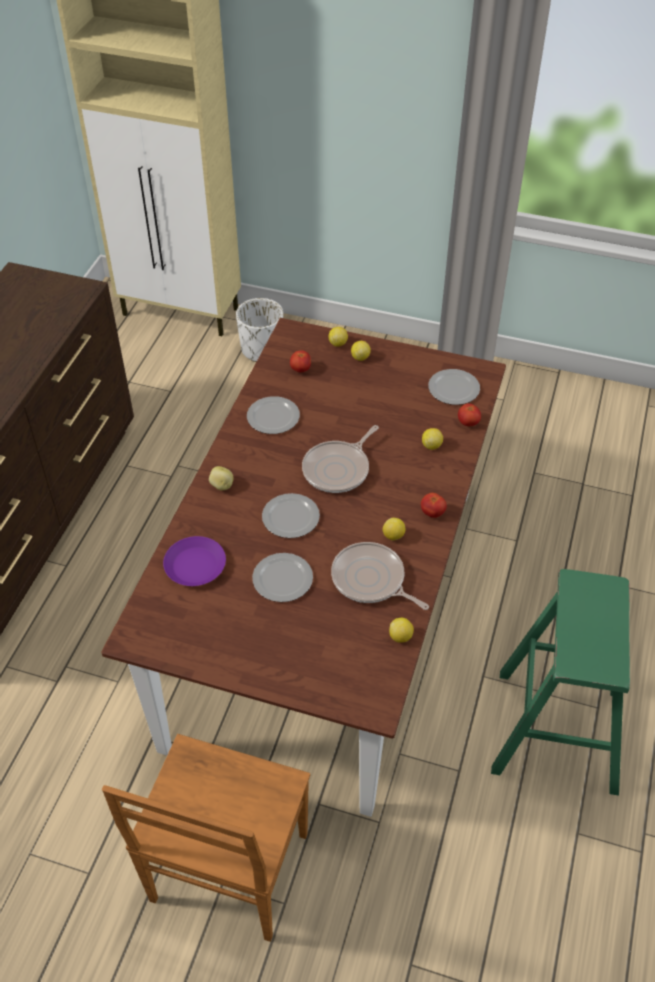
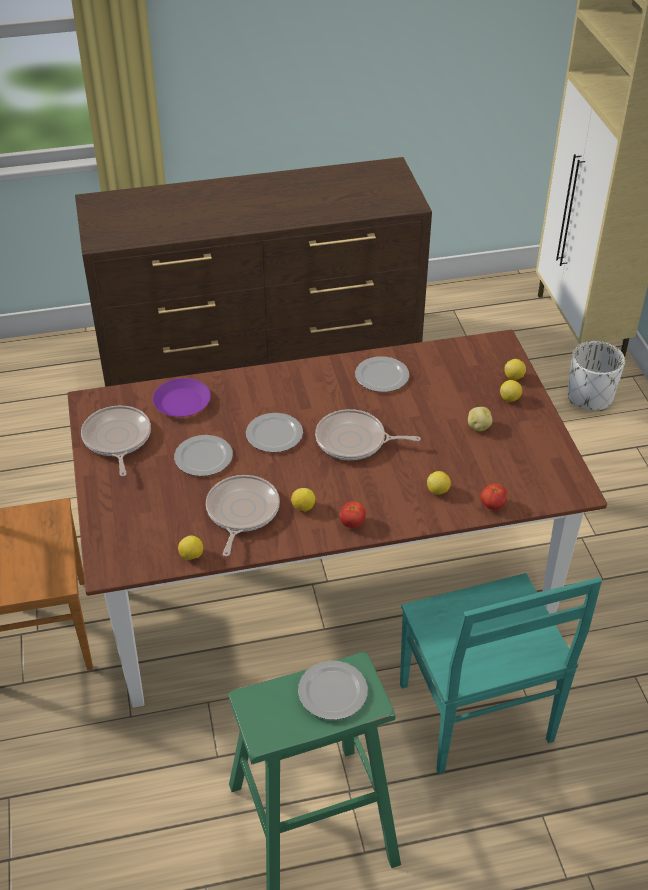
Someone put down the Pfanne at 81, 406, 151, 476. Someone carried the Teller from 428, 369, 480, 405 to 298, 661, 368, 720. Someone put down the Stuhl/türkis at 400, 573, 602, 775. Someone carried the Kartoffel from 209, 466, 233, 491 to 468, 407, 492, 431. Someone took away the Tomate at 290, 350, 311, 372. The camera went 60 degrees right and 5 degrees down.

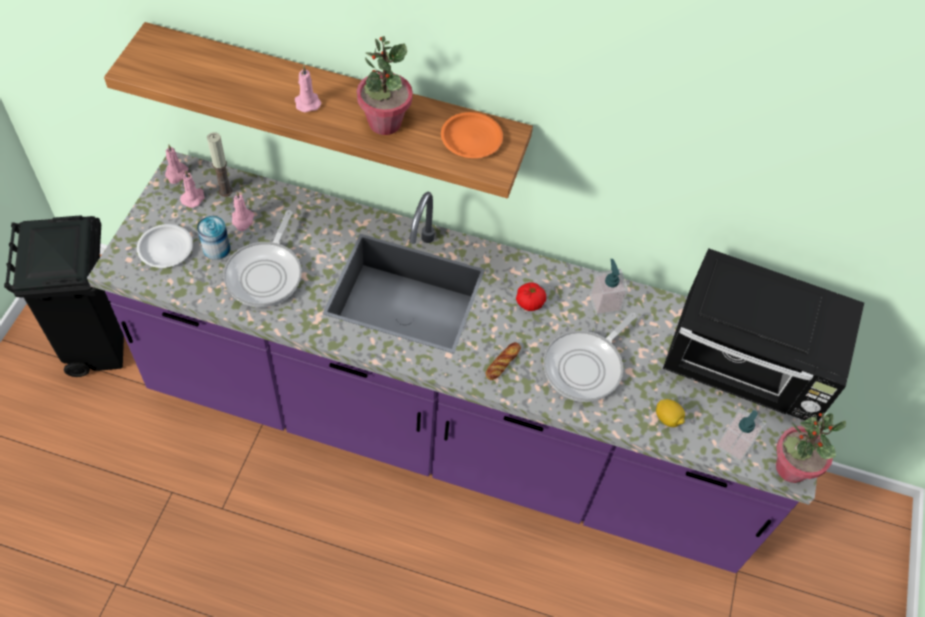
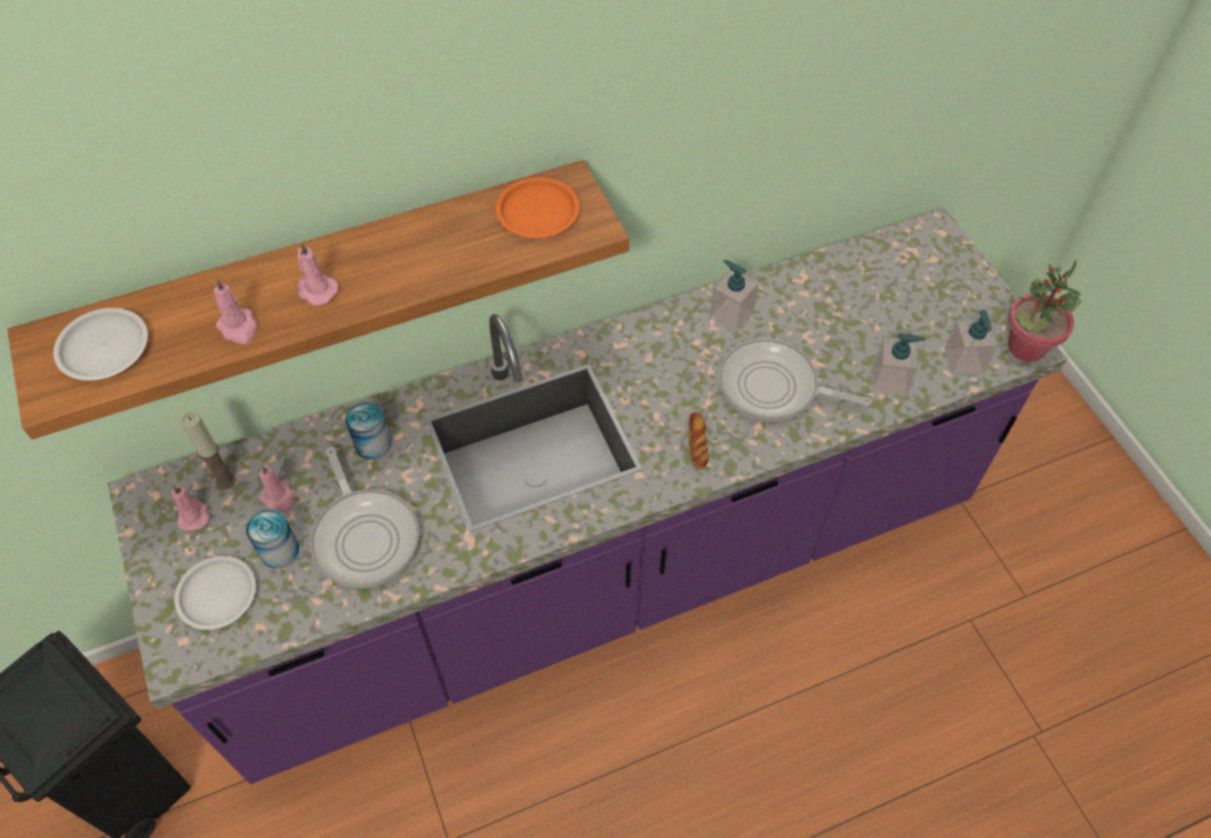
Someone put down the Teller/weiß at 53, 308, 148, 381. Someone carried the Kerze/rosa from 165, 144, 188, 184 to 214, 278, 257, 344. Someone put down the Dose at 345, 402, 391, 460. Someone rotated the Pfanne at 543, 313, 637, 402 by 105 degrees clockwise. Someone swapped the Zitrone at 656, 399, 685, 427 for the Seifenspender at 872, 333, 925, 397. Someone took away the Topfpflanze at 357, 36, 413, 135. Someone took away the Tomate at 516, 282, 546, 311. Someone took away the Mikrowelle/schwarz at 663, 248, 864, 421. The camera went 35 degrees left and 0 degrees up.

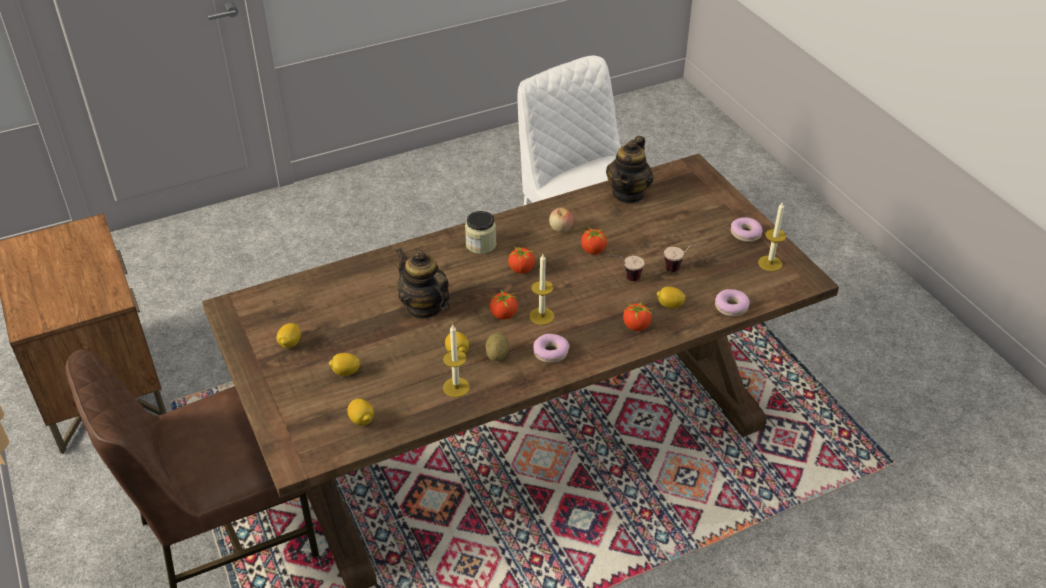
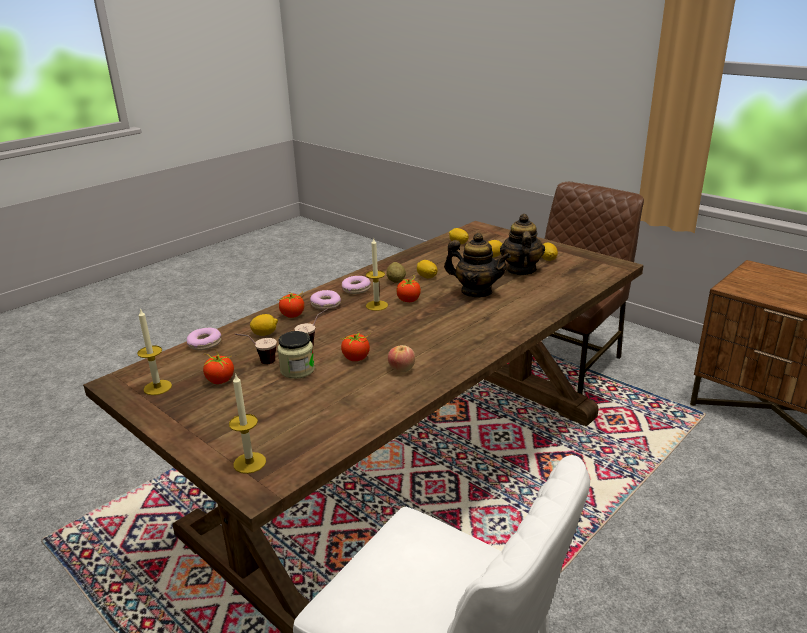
Someone carried the Tomate from 508, 245, 535, 274 to 203, 350, 234, 384. Someone carried the Kerze from 443, 325, 470, 397 to 229, 373, 266, 474. Someone carried the Vorratsglas from 465, 211, 496, 254 to 277, 331, 315, 379. Someone carried the Donut from 731, 217, 763, 242 to 310, 290, 341, 310. Someone carried the Teekanne from 606, 136, 653, 204 to 500, 214, 545, 275. The camera went 160 degrees right and 15 degrees down.

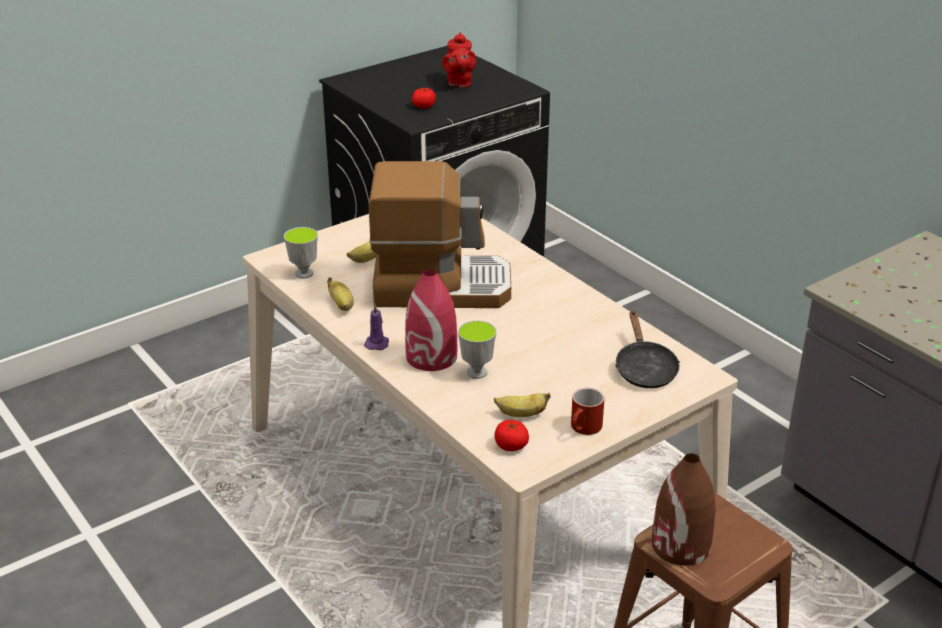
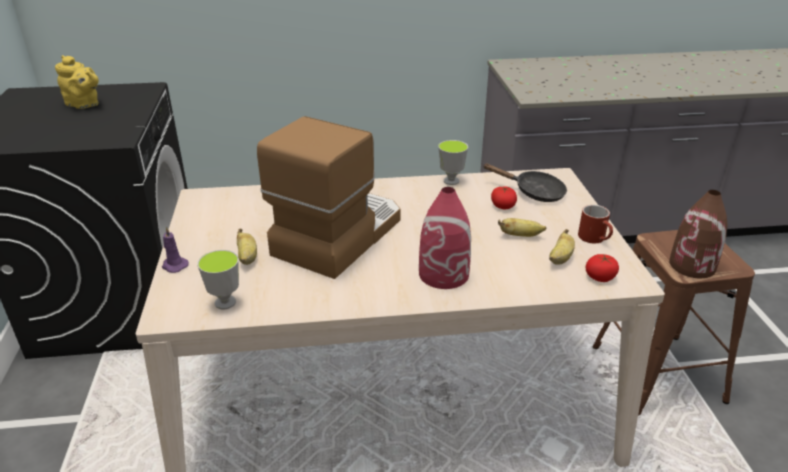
Someone repainted the Teekanne/rot at 442, 32, 477, 88, which became the Teekanne/gelb at 55, 55, 99, 109. Someone carried the Kerze/lila from 364, 304, 389, 350 to 162, 226, 189, 273. Someone carried the Tasse from 458, 321, 497, 379 to 438, 140, 468, 185. Someone carried the Tomate from 412, 88, 436, 109 to 491, 186, 517, 209. Someone carried the Banane from 327, 277, 354, 311 to 498, 218, 546, 237. The camera went 60 degrees left and 0 degrees up.

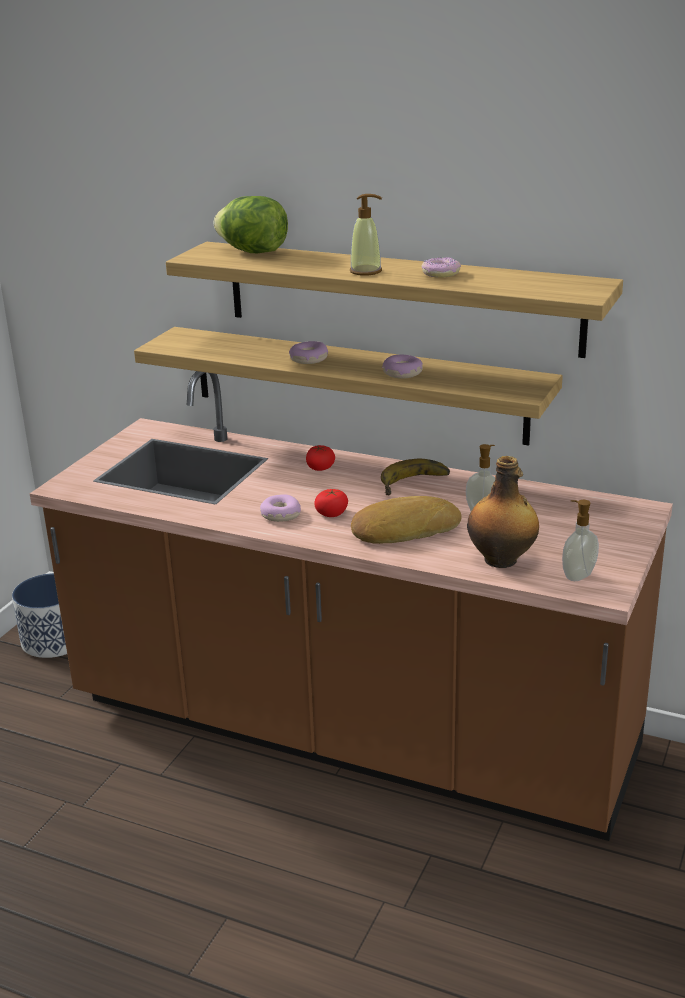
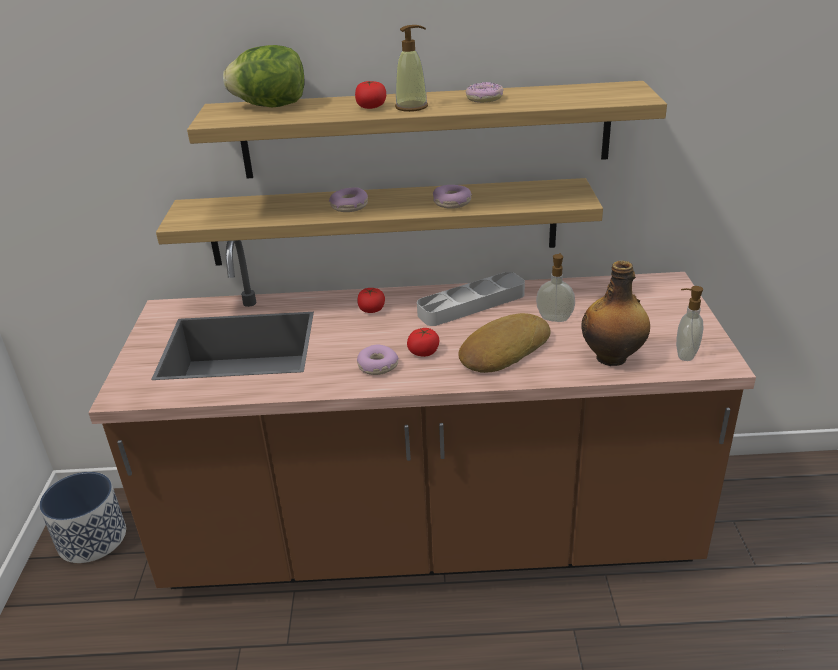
Someone put down the Tomate at 355, 81, 386, 109. Someone swapped the Banane at 381, 459, 450, 495 for the Tablett/grau at 417, 272, 525, 326. The camera went 25 degrees left and 5 degrees up.

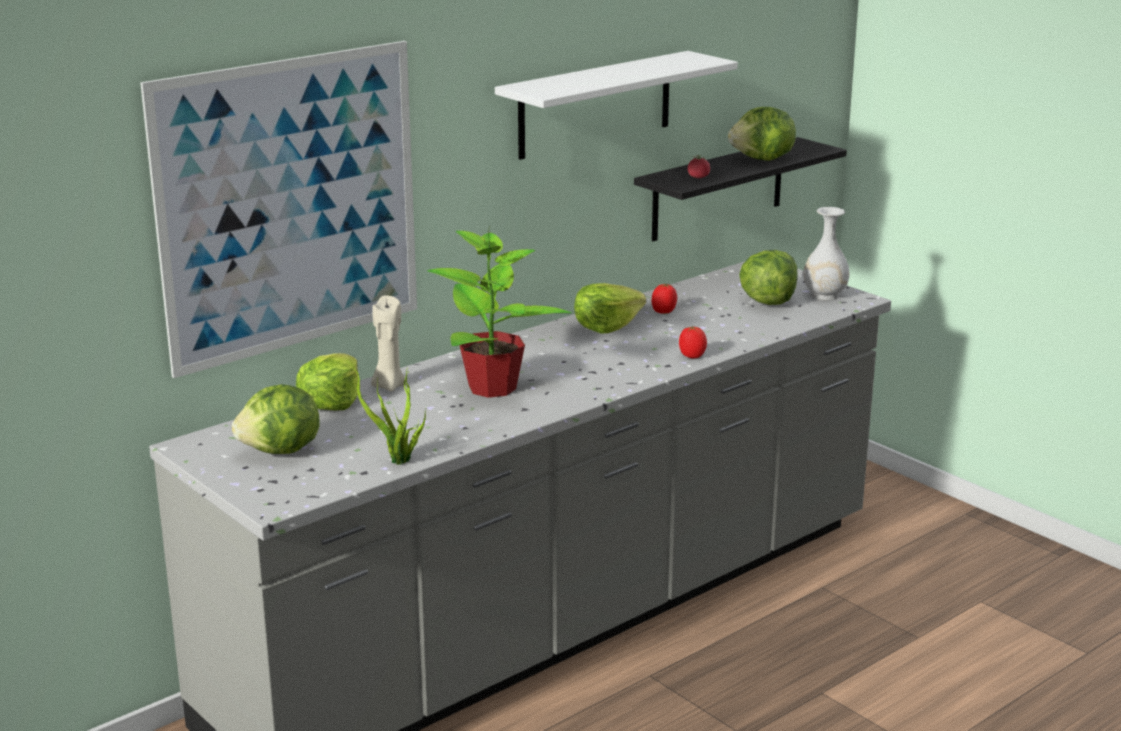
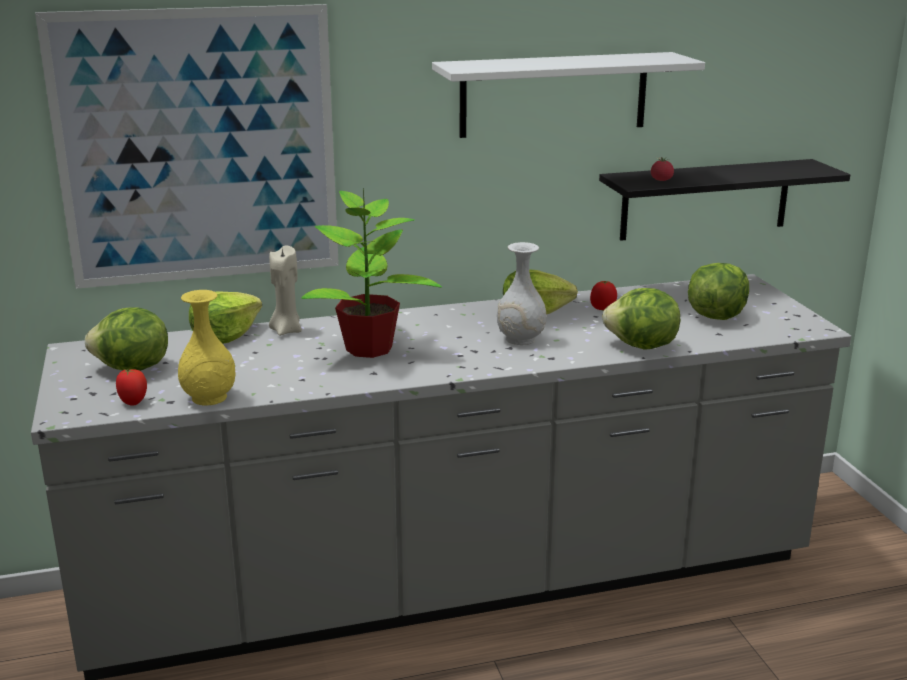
Someone carried the Tomate from 679, 326, 707, 358 to 116, 369, 147, 405. Someone swapped the Topfpflanze at 346, 360, 427, 465 for the Vase/gelb at 178, 290, 235, 405. Someone carried the Vase/weiß from 803, 207, 849, 300 to 497, 242, 546, 345. Someone carried the Salatkopf from 728, 107, 796, 161 to 602, 288, 680, 350. The camera went 25 degrees right and 0 degrees up.

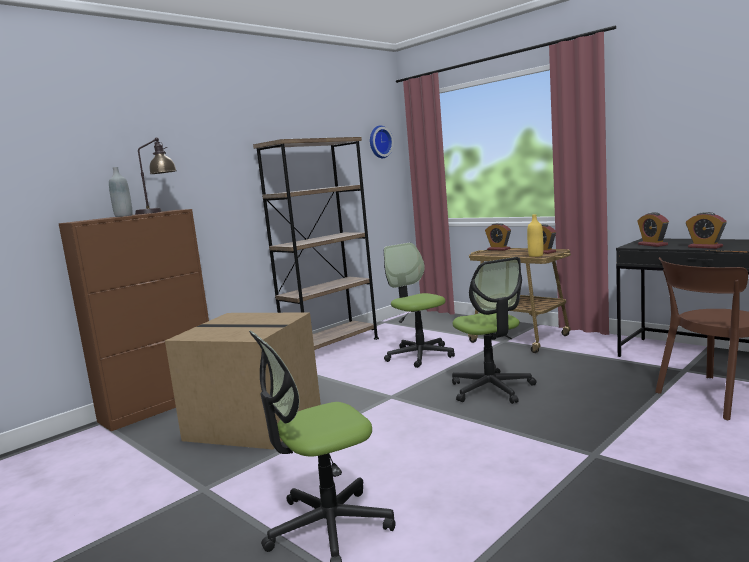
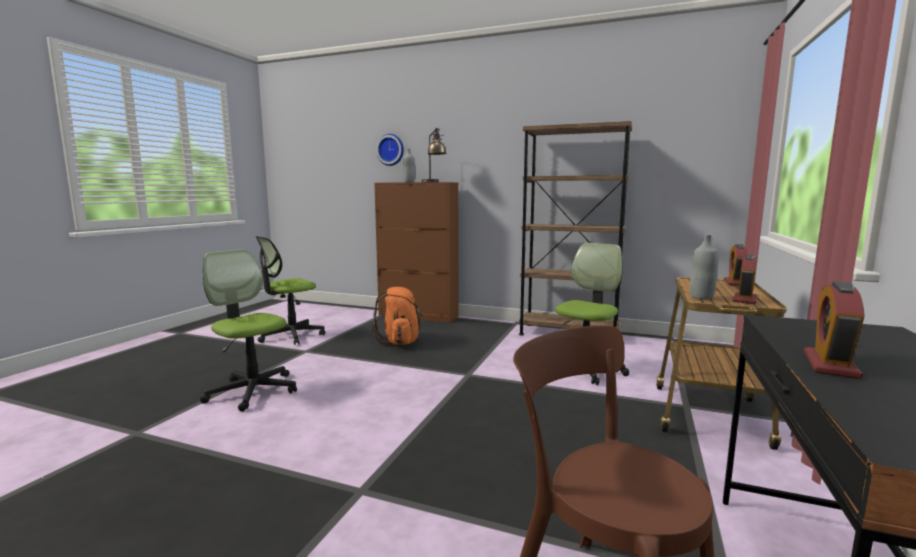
Someone carried the Bürostuhl from 452, 257, 537, 404 to 256, 236, 325, 345. Someone swapped the Karton at 165, 312, 321, 449 for the Rucksack/orange at 372, 287, 424, 345. Someone carried the Wanduhr from 370, 125, 394, 158 to 376, 134, 404, 166. Someone repainted the Flasche/gelb at 527, 214, 543, 257, which became the Flasche/grau at 690, 234, 719, 299. Someone took away the Wecker at 637, 212, 669, 247. The camera went 65 degrees right and 0 degrees up.

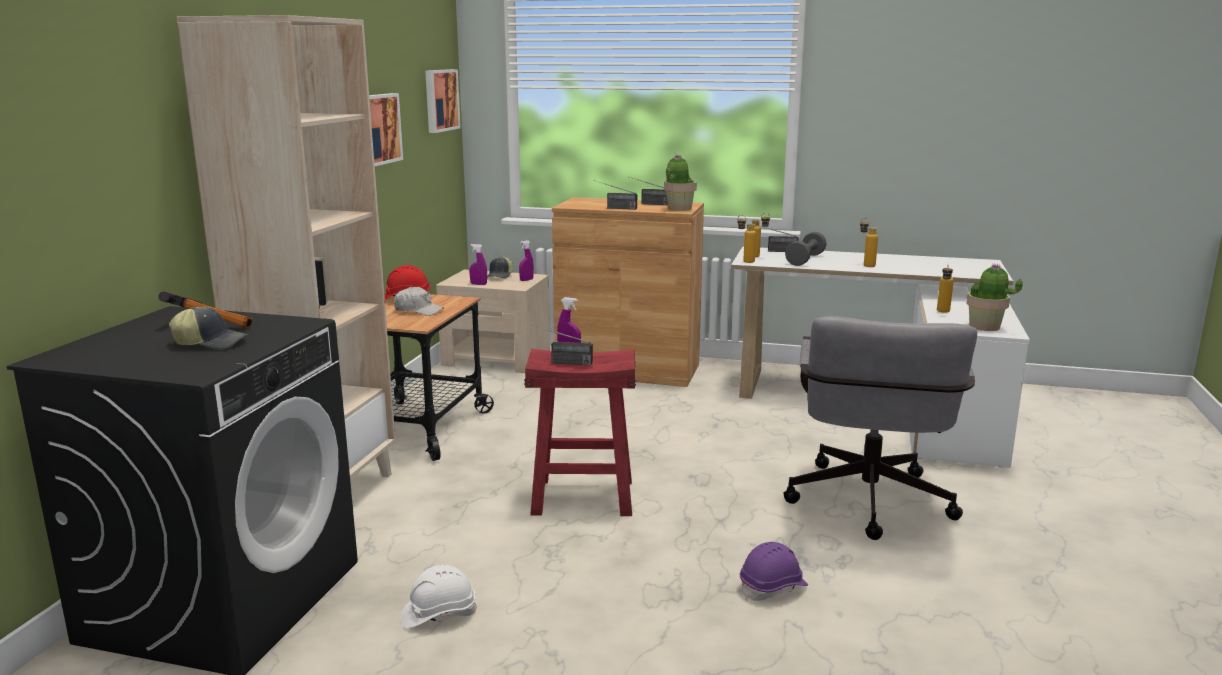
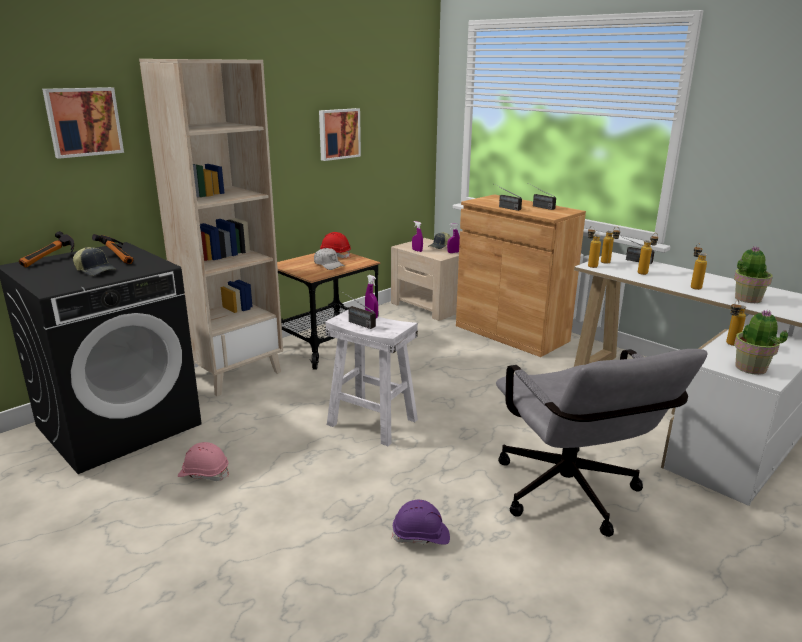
Someone put down the Hammer at 19, 231, 74, 267. Someone carried the Bild from 425, 69, 461, 133 to 42, 87, 124, 159. Someone repainted the Schutzhelm/weiß at 401, 565, 477, 628, which became the Schutzhelm/rosa at 178, 442, 229, 481. Someone repainted the Hocker/rot at 524, 349, 636, 516, which became the Hocker/weiß at 325, 309, 418, 446. Someone rotated the Bürostuhl/grau at 783, 316, 977, 540 by 60 degrees counterclockwise. Someone swapped the Hantel/grau at 785, 232, 827, 266 for the Flasche at 638, 233, 658, 275. Someone carried the Topfpflanze from 664, 154, 697, 211 to 734, 247, 773, 303. The camera went 30 degrees right and 5 degrees up.

